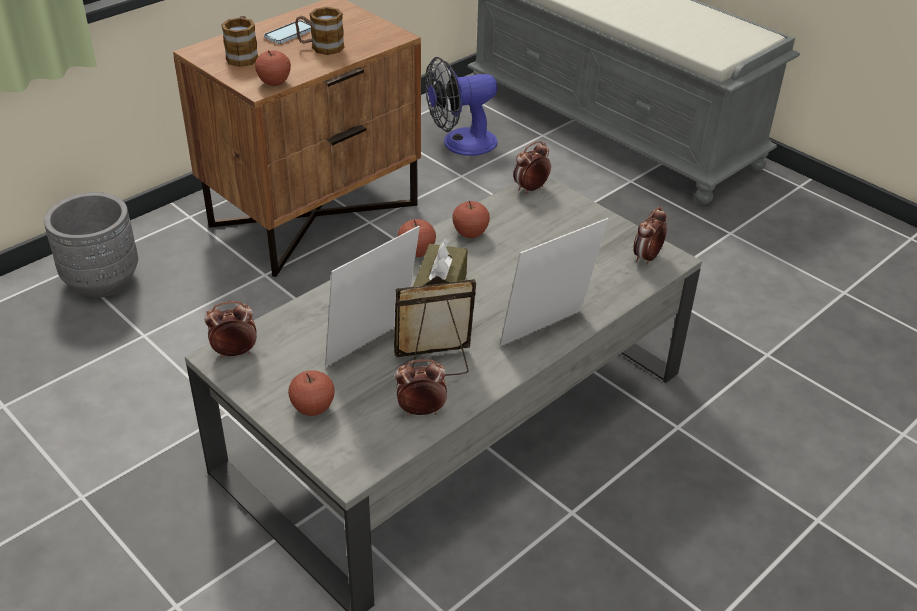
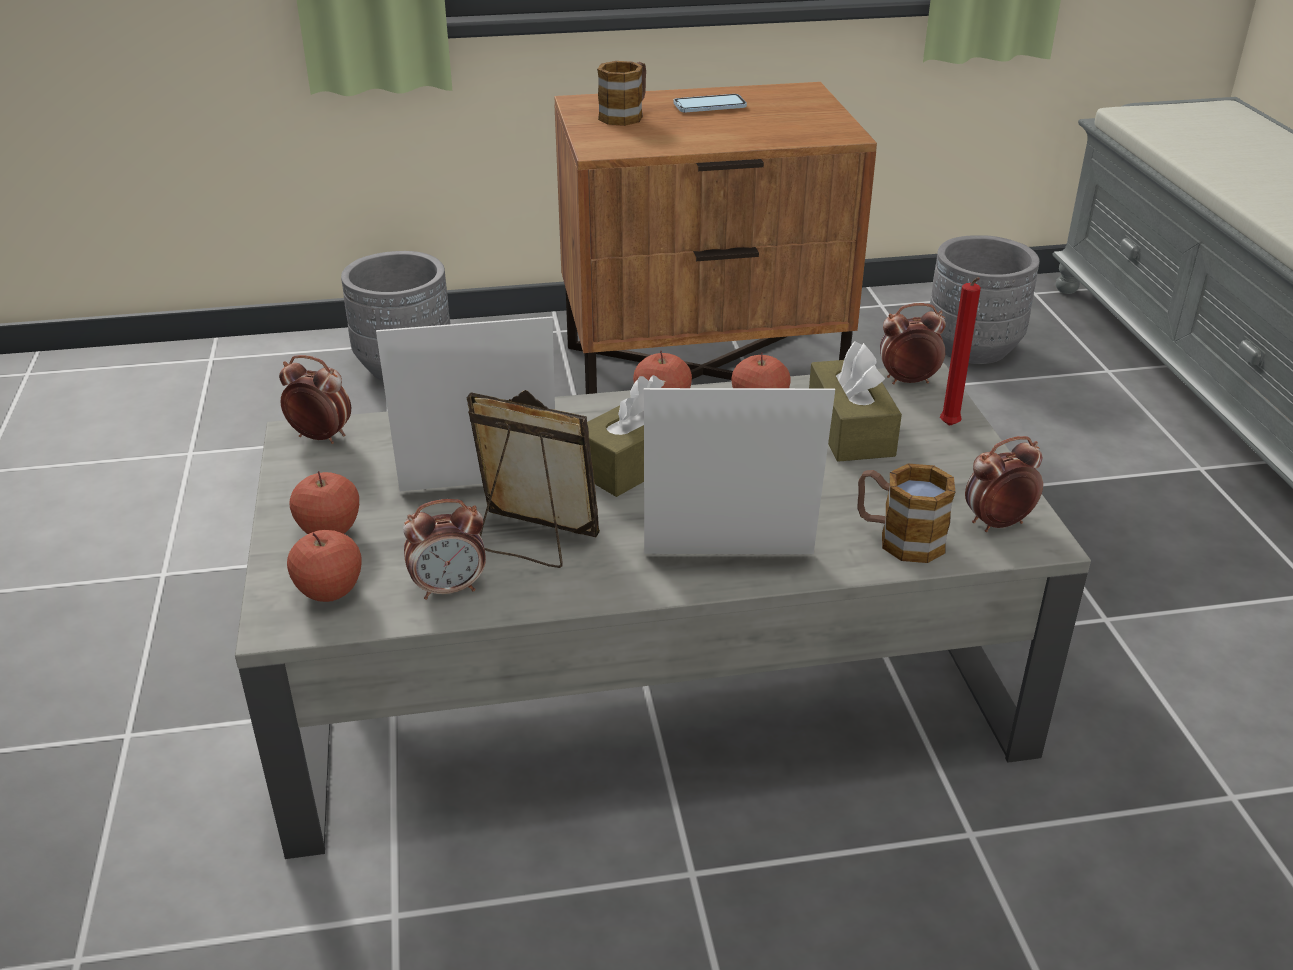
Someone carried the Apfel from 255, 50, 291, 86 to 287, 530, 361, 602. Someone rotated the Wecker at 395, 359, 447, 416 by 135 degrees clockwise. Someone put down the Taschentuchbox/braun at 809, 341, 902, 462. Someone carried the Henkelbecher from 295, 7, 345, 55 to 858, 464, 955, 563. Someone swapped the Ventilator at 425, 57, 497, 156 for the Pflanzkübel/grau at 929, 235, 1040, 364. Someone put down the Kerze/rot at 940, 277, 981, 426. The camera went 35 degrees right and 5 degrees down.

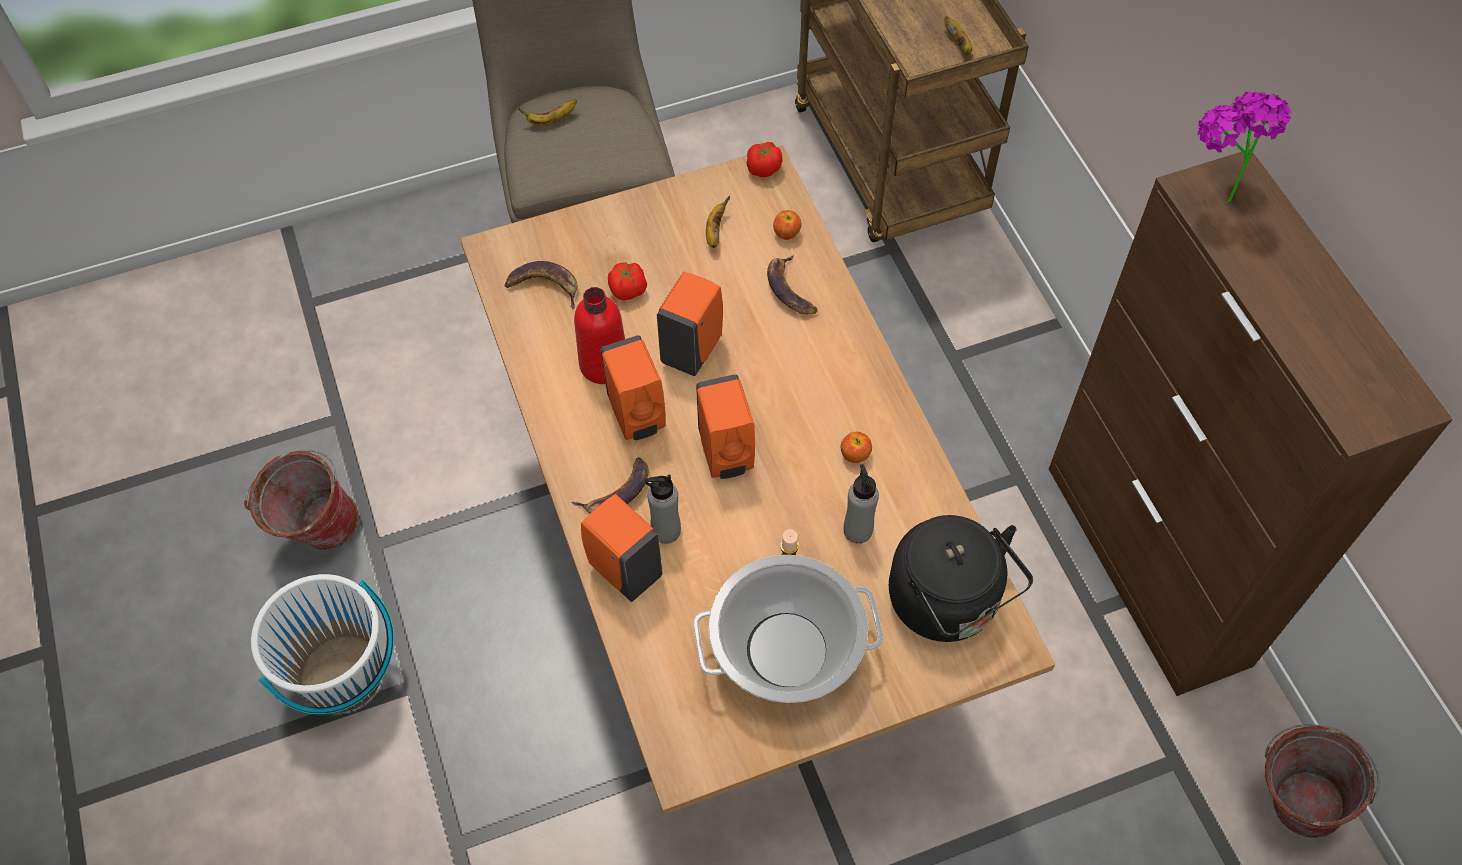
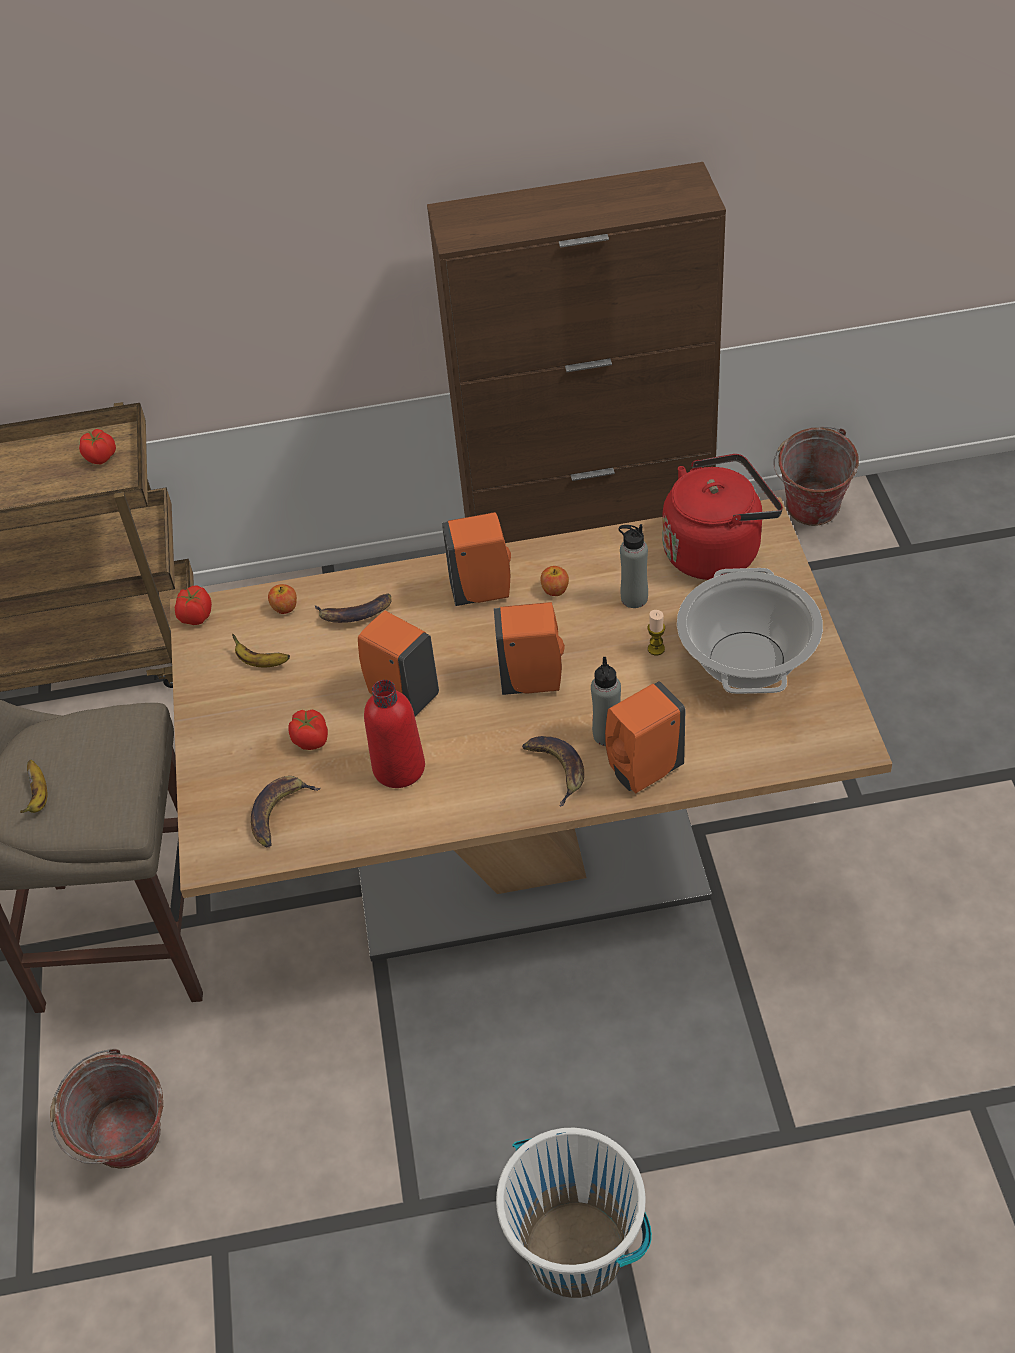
Someone carried the Eimer from 244, 450, 358, 550 to 50, 1049, 163, 1169. Someone swapped the Banane at 944, 16, 972, 55 for the Tomate at 79, 429, 116, 464. Someone carried the Seifenspender/orange from 601, 335, 665, 440 to 442, 512, 511, 606. Someone repainted the Wasserkessel/schwarz at 889, 515, 1033, 642, which became the Wasserkessel/rot at 662, 454, 783, 580. Someone took away the Topfpflanze at 1198, 92, 1291, 202. The camera went 75 degrees left and 10 degrees down.

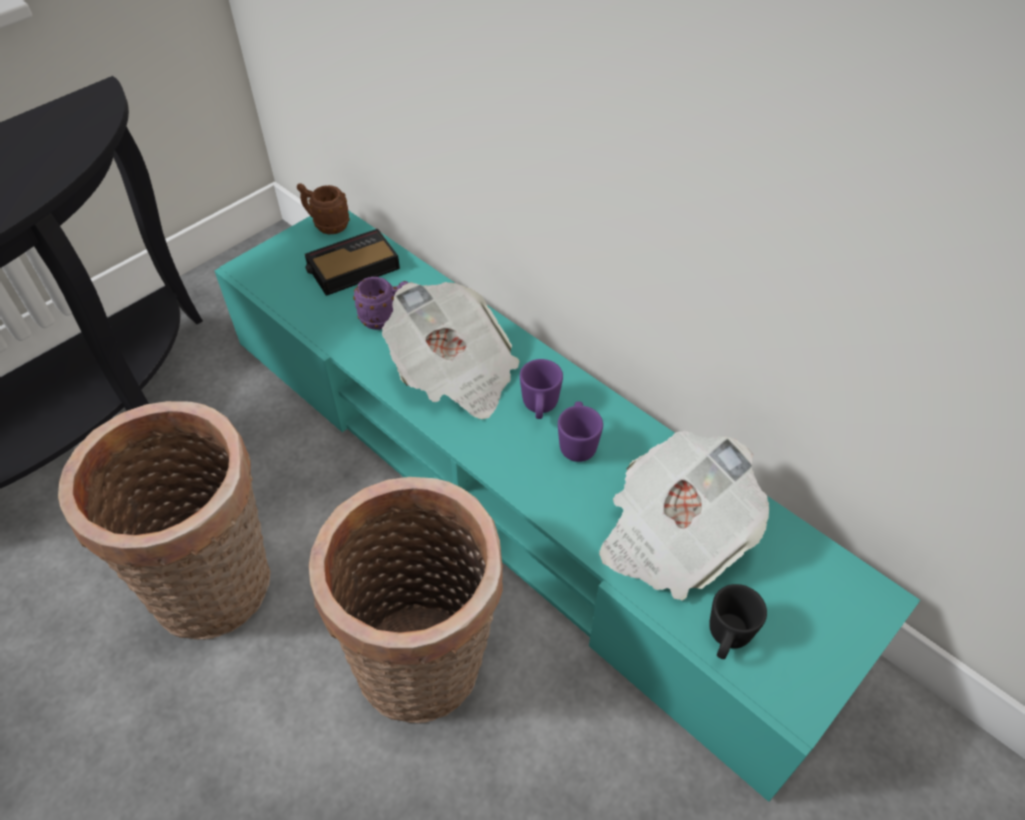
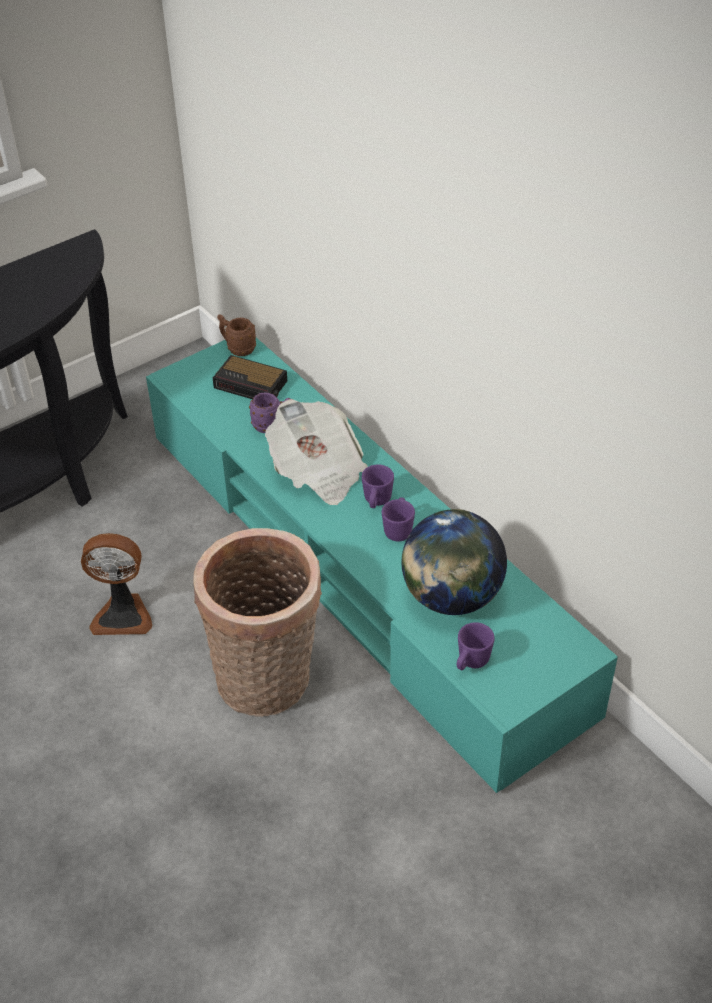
Someone swapped the Korb at 58, 401, 271, 640 for the Ventilator at 81, 533, 152, 635. Someone rotated the Wecker at 305, 228, 400, 296 by 135 degrees counterclockwise. Someone swapped the Zeitung at 599, 430, 769, 601 for the Globus at 401, 509, 507, 615. Someone repainted the Henkelbecher/schwarz at 709, 584, 767, 659, which became the Henkelbecher/lila at 457, 622, 495, 670. The camera went 10 degrees right and 5 degrees down.

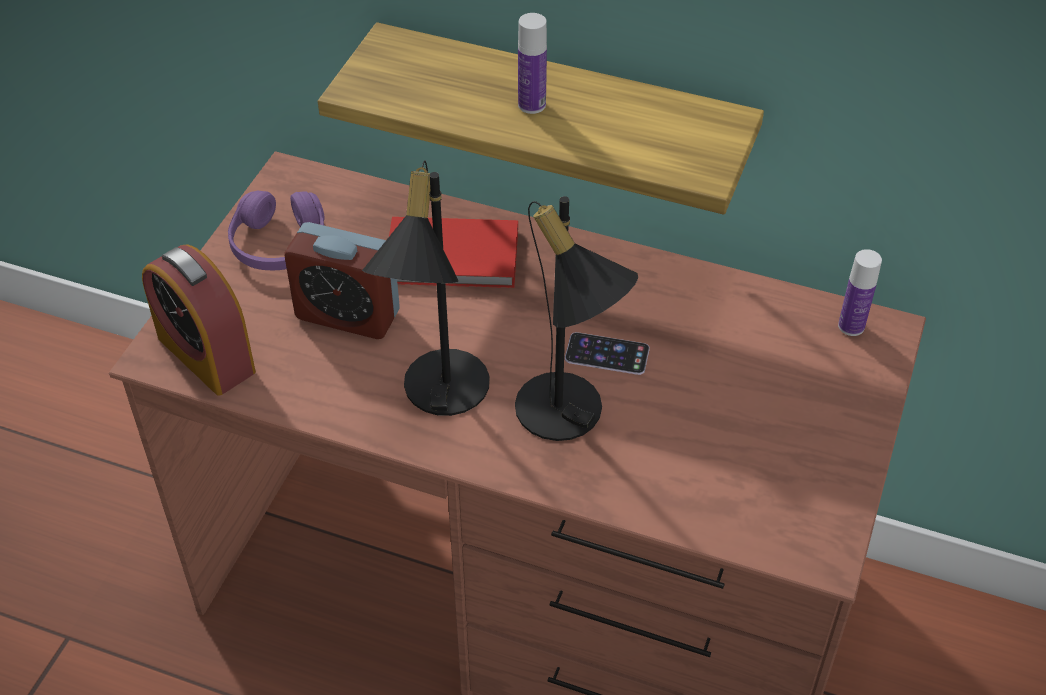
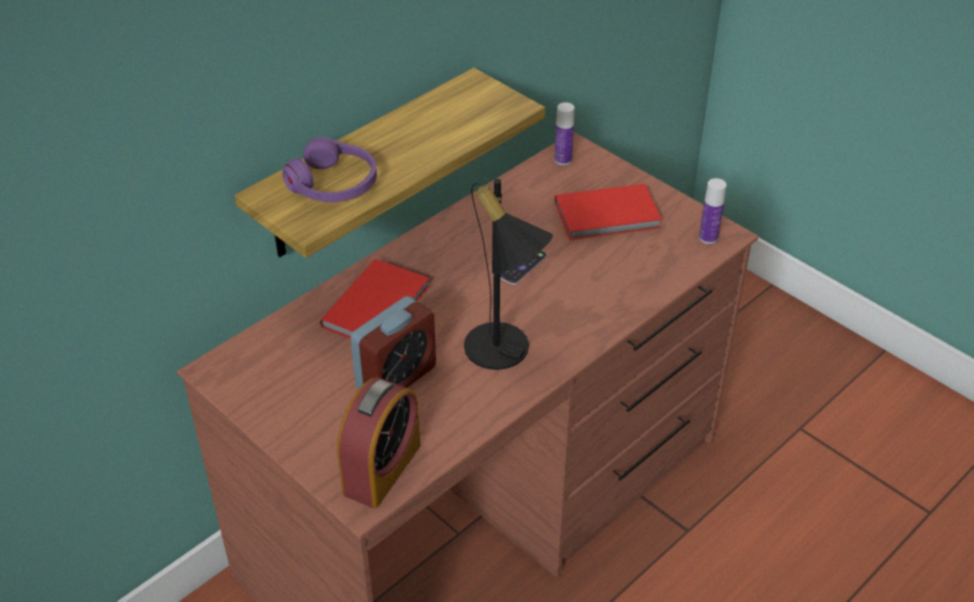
Someone carried the Kopfhörer/lila from 228, 191, 325, 270 to 282, 137, 377, 202. Someone rotated the Wecker at 142, 244, 256, 396 by 45 degrees counterclockwise. Someone put down the Buch/rot at 555, 184, 662, 240. Someone carried the Flasche from 518, 13, 547, 114 to 699, 178, 726, 244. Someone took away the Tischlampe/schwarz at 515, 196, 638, 441. The camera went 65 degrees left and 5 degrees down.

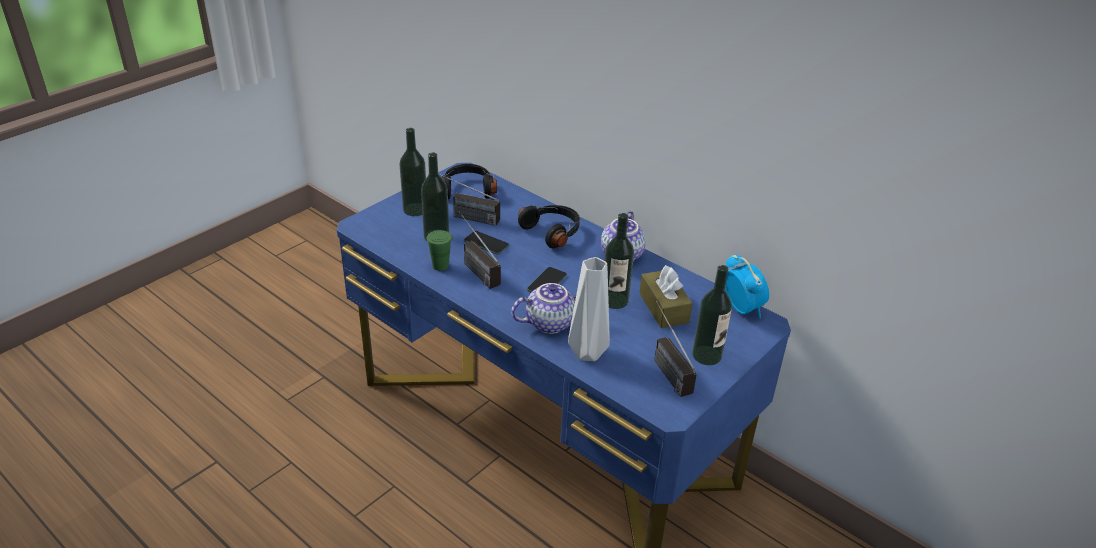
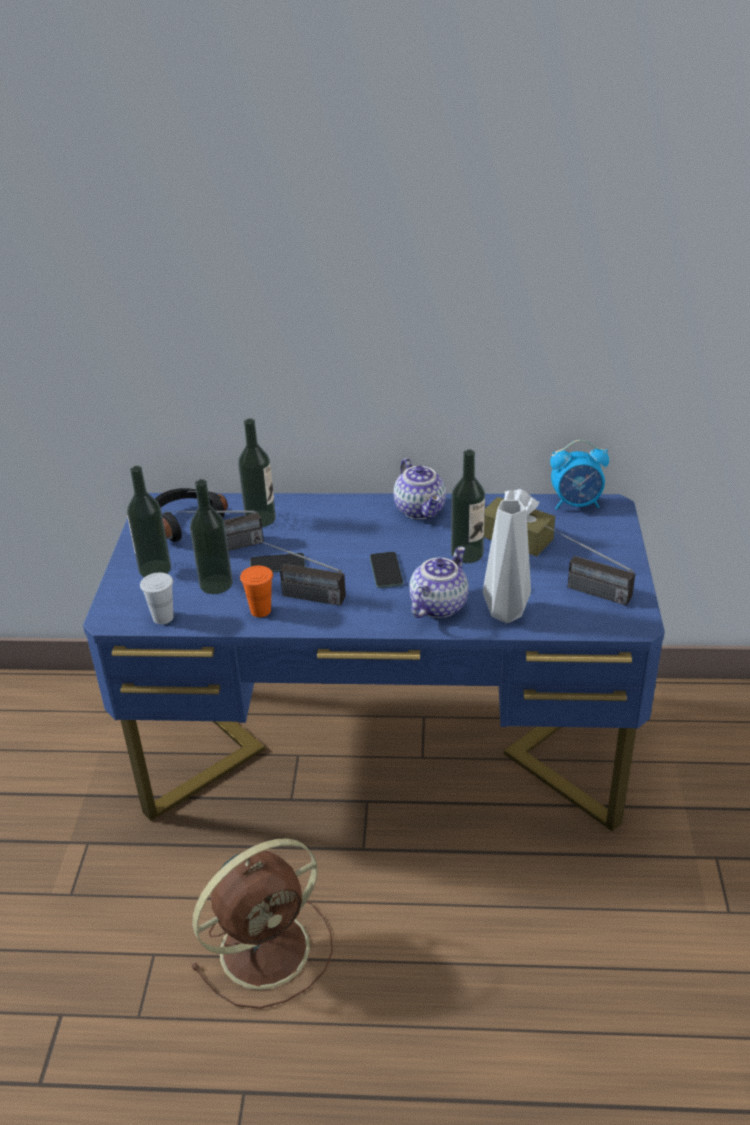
Someone put down the Tasse/weiß at 140, 573, 174, 624. Someone put down the Ventilator/braun at 191, 838, 333, 1009. Someone carried the Flasche from 692, 265, 732, 365 to 238, 418, 276, 527. Someone repainted the Tasse/grün at 426, 230, 452, 271, which became the Tasse/orange at 240, 566, 273, 617. Someone rotated the Wecker at 725, 254, 769, 319 by 150 degrees clockwise. Someone took away the Kopfhörer/schwarz at 518, 205, 580, 249. The camera went 35 degrees left and 0 degrees up.

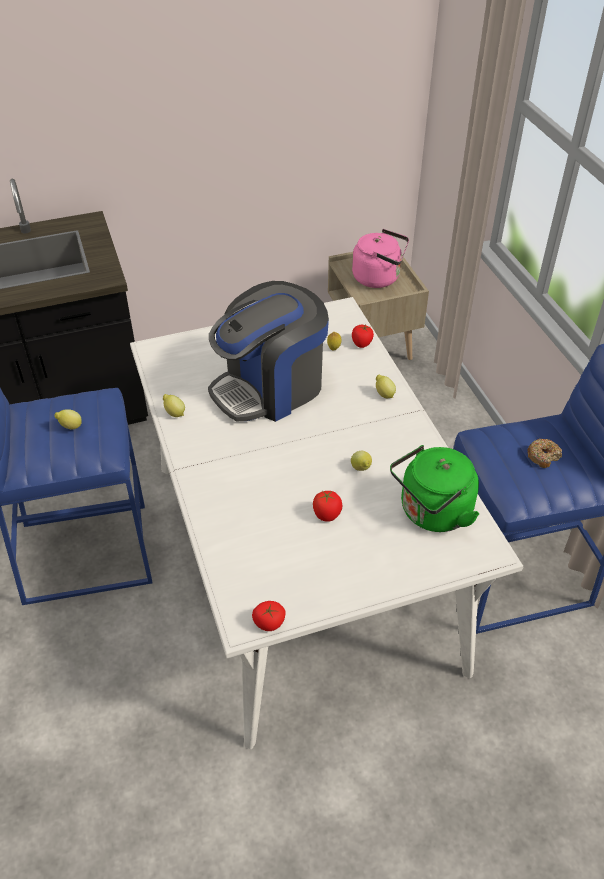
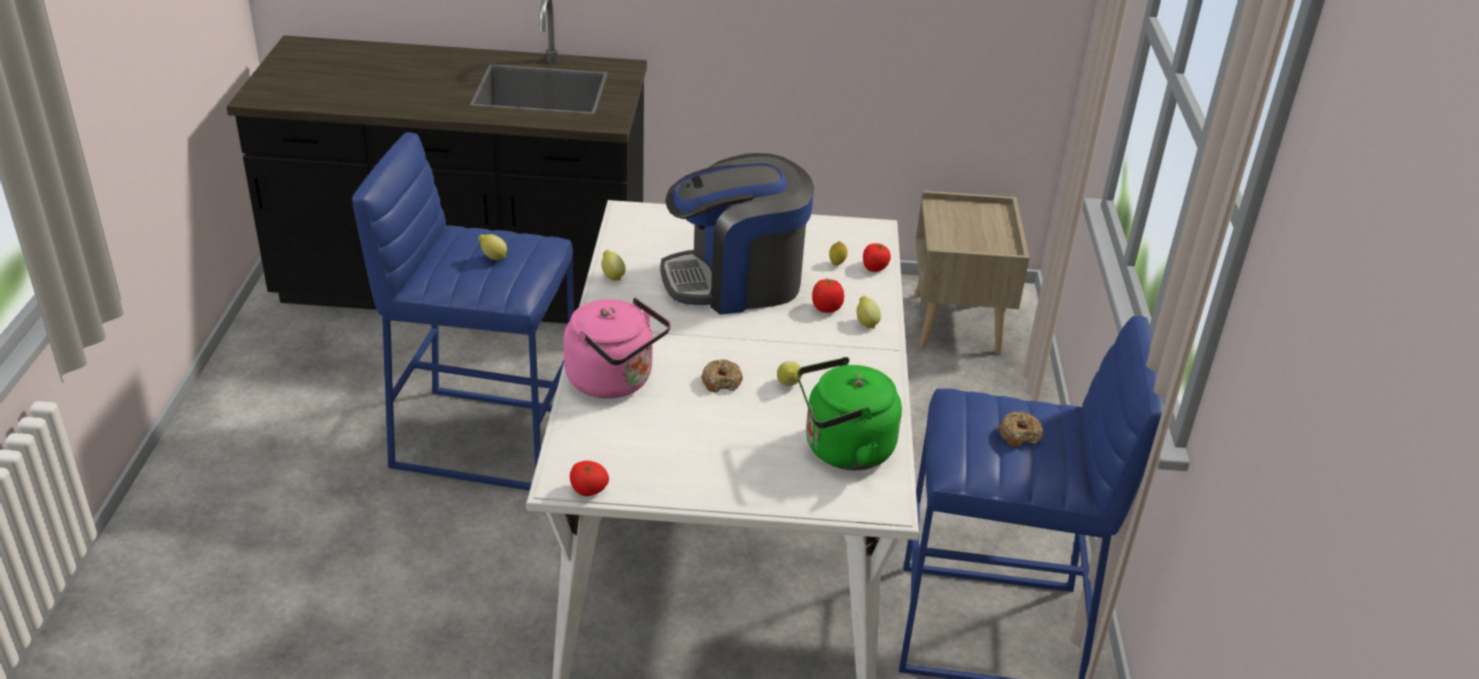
Someone carried the Wasserkessel/rosa from 352, 229, 409, 288 to 563, 298, 671, 399. Someone put down the Donut at 701, 359, 743, 393. Someone carried the Tomate from 313, 491, 342, 522 to 812, 278, 844, 313. The camera went 20 degrees right and 10 degrees down.

